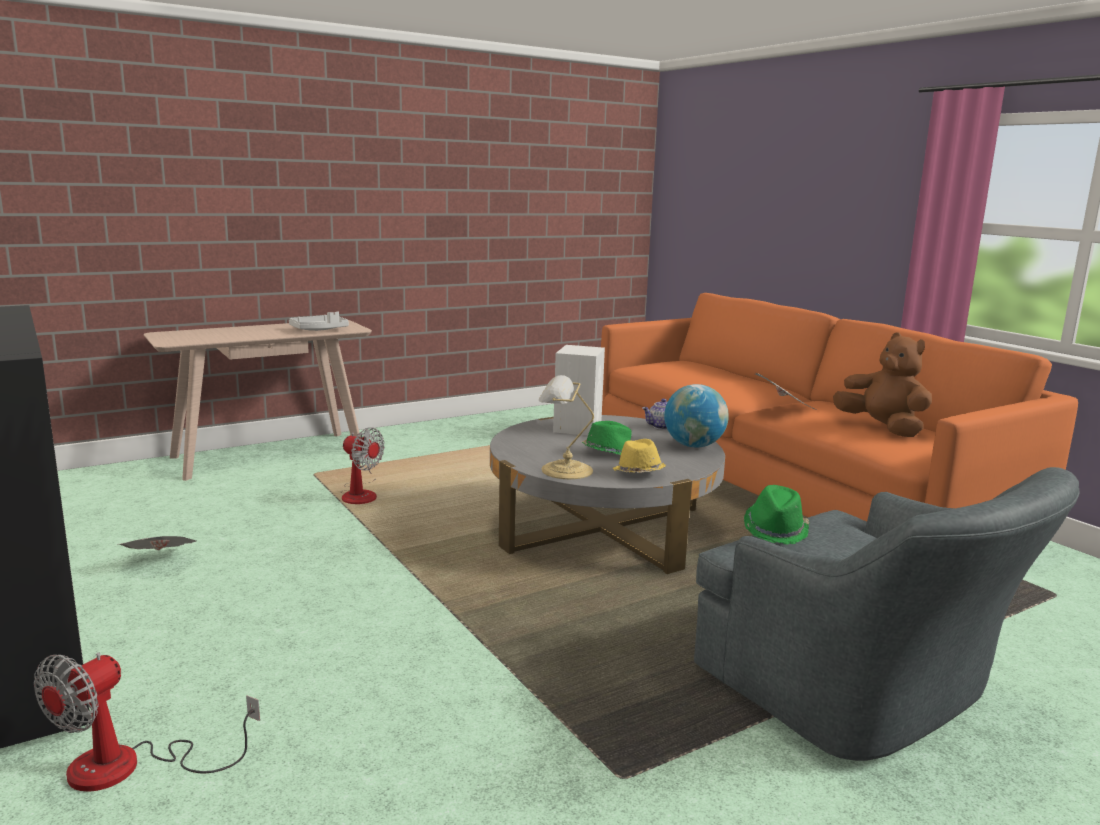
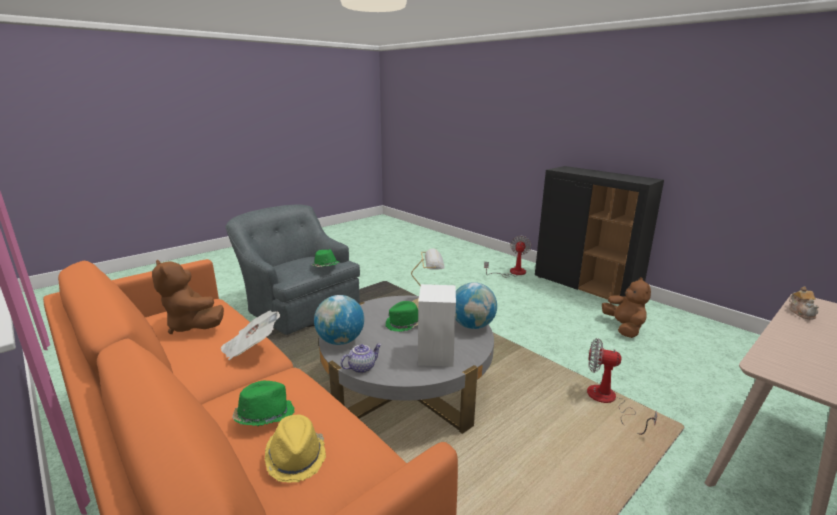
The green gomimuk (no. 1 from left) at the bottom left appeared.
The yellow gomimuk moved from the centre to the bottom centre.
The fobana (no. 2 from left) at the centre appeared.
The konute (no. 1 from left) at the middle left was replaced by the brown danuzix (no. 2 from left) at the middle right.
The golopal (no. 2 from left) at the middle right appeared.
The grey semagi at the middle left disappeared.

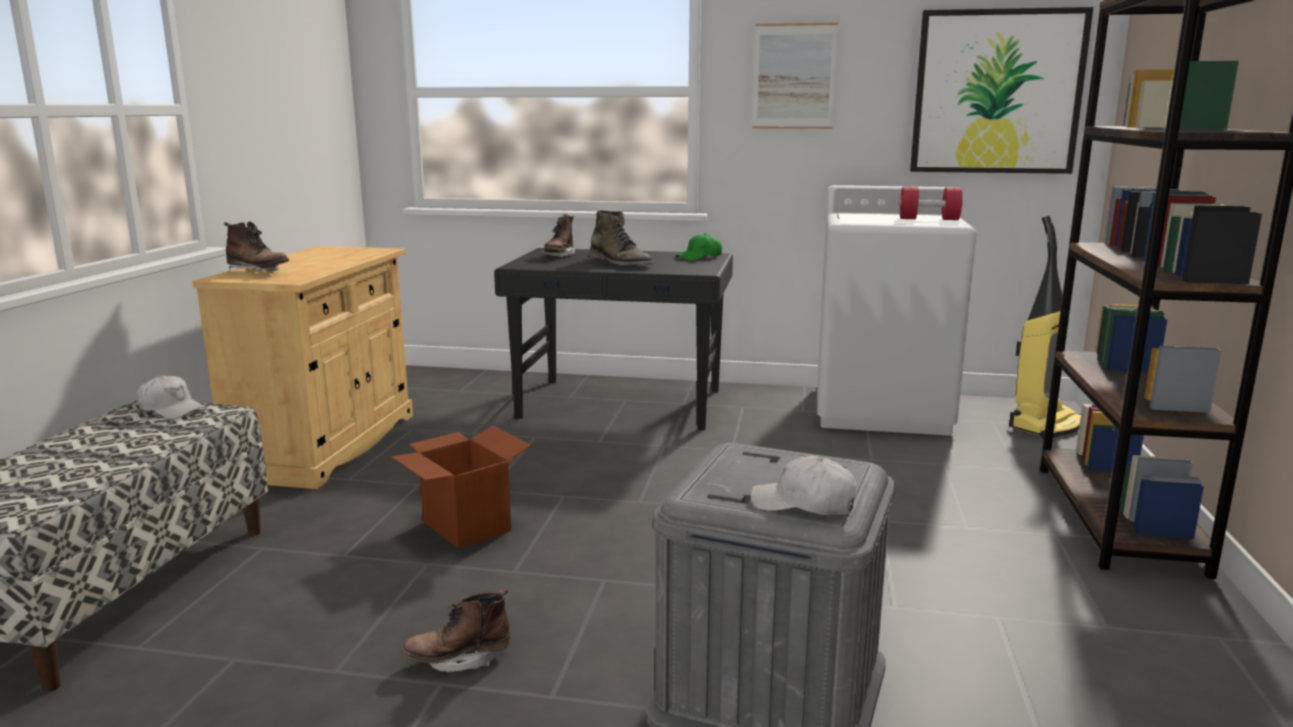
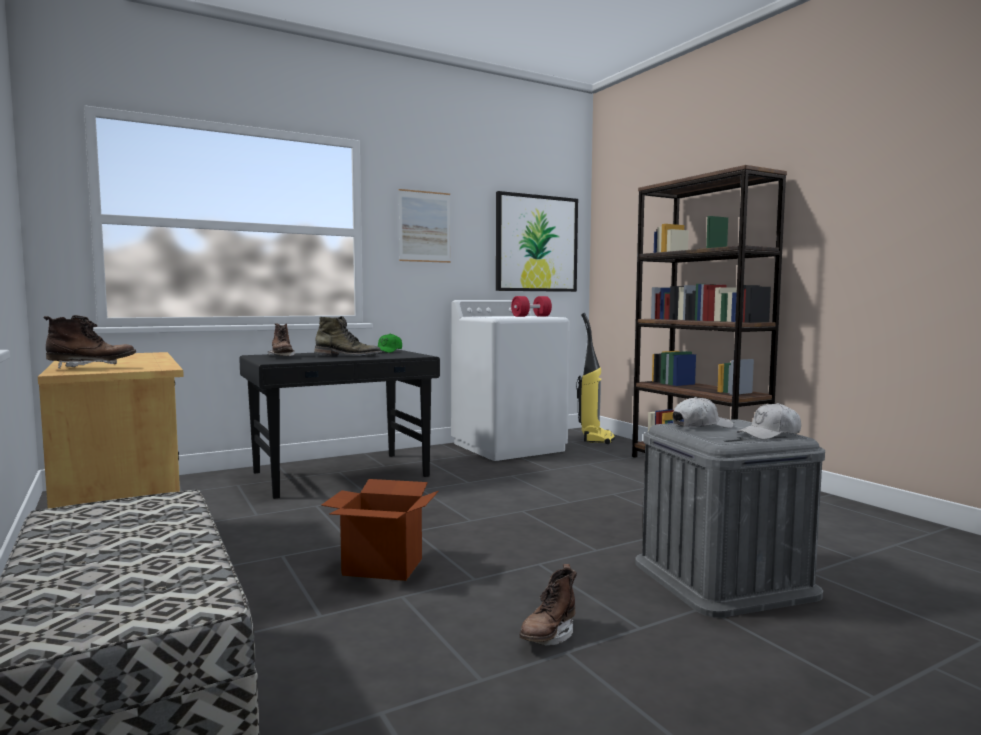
The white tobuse (no. 1 from left) moved from the middle left to the middle right.

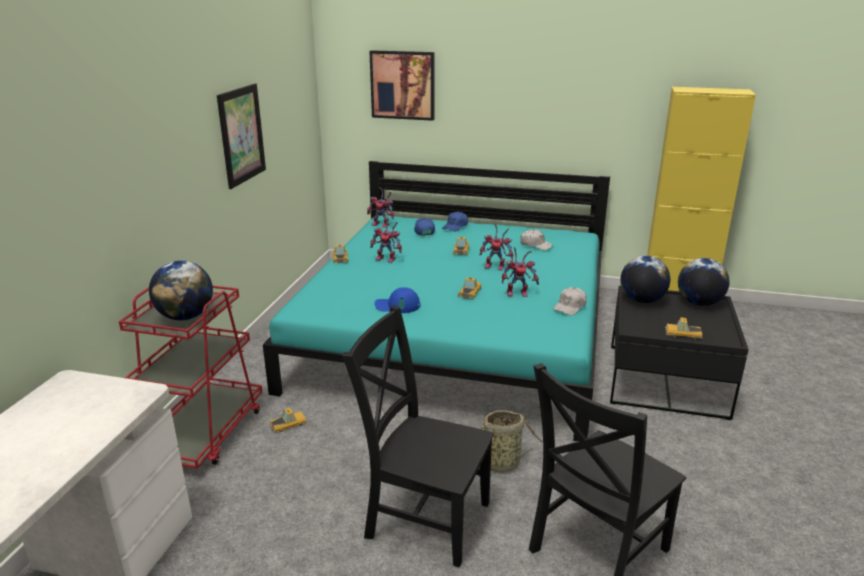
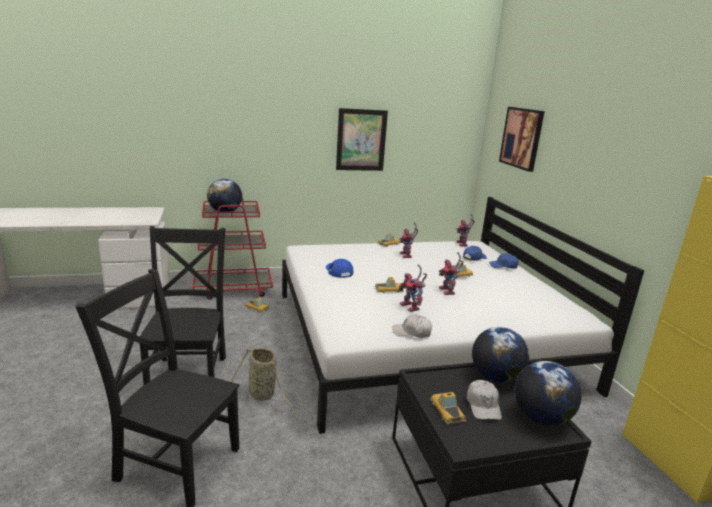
The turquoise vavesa at the centre became the white vavesa at the centre.
The white tobuse (no. 1 from left in the first image) moved from the centre to the bottom right.

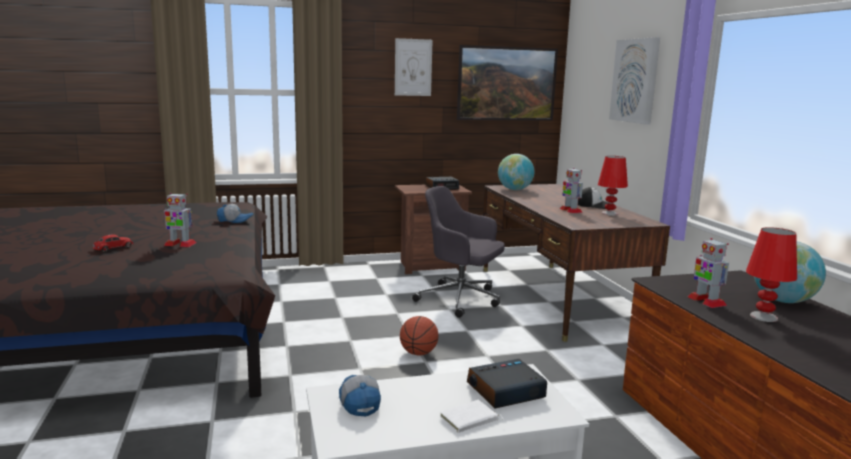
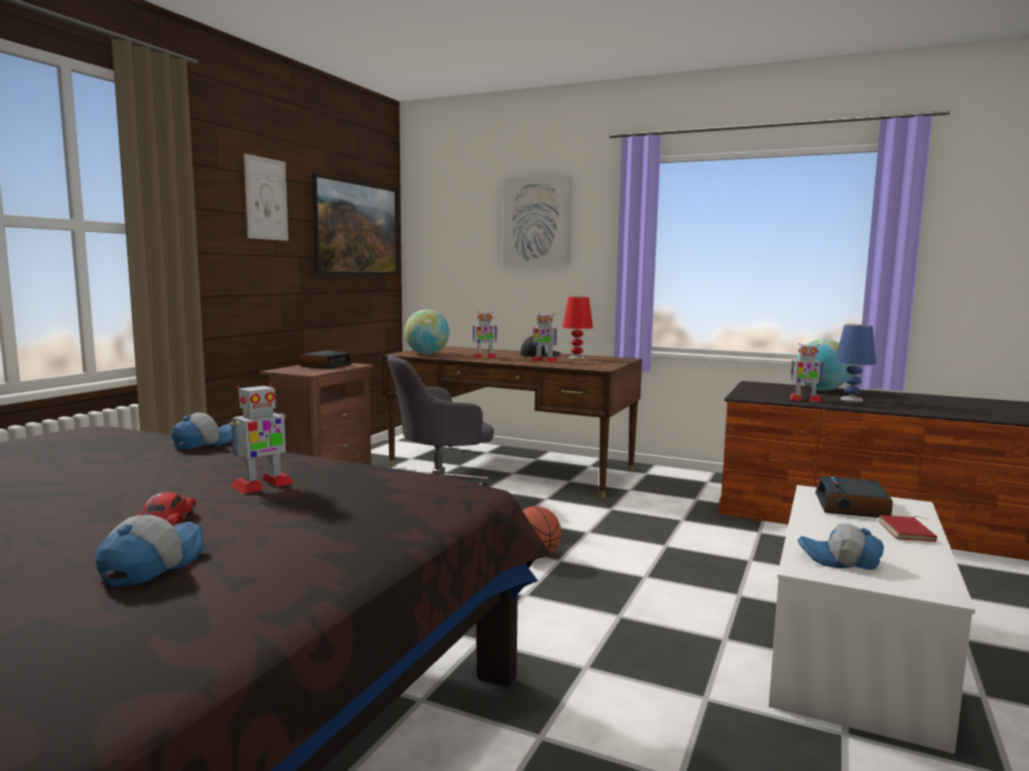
The tobuse (no. 1 from left) at the bottom left appeared.
The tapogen (no. 2 from left) at the centre appeared.
The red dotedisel (no. 2 from left) at the middle right became the blue dotedisel at the middle right.
The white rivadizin at the bottom centre became the red rivadizin at the bottom right.

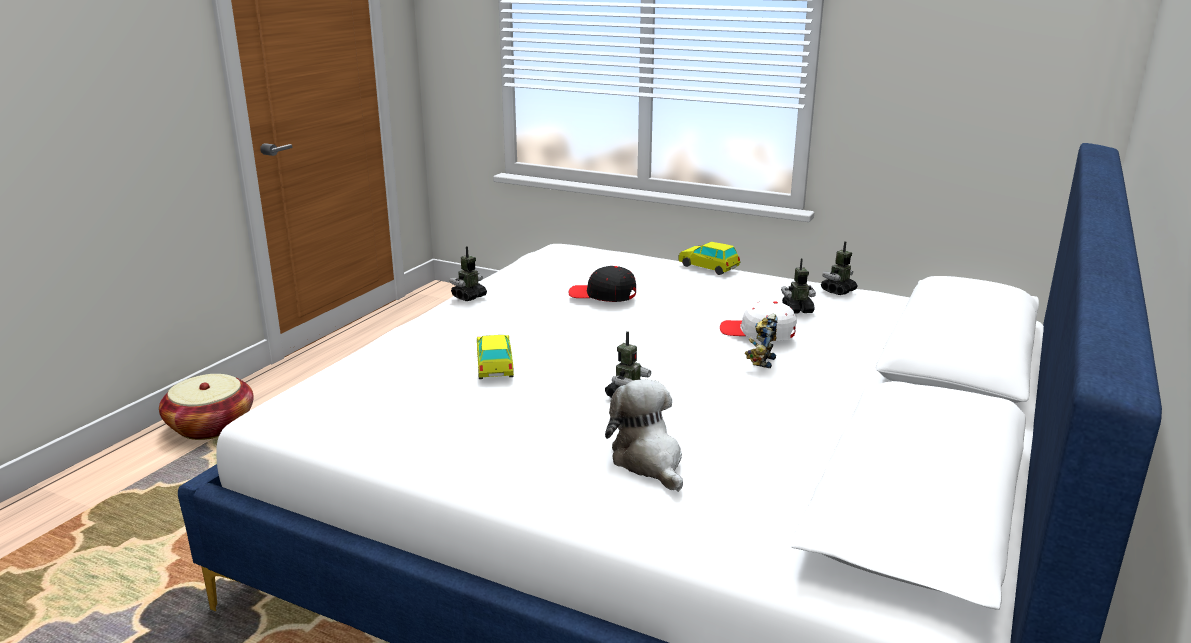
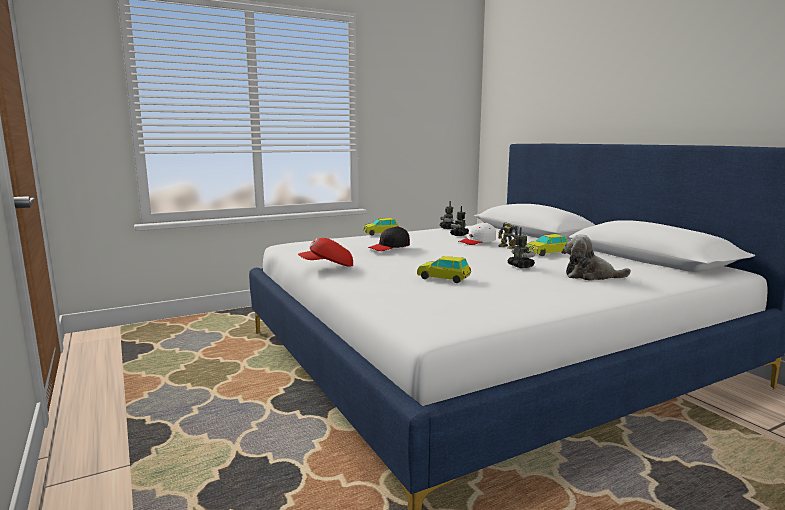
The tapogen (no. 1 from left) at the centre was replaced by the red tobuse at the centre.
The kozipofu (no. 3 from left) at the middle right appeared.
The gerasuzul at the middle left disappeared.

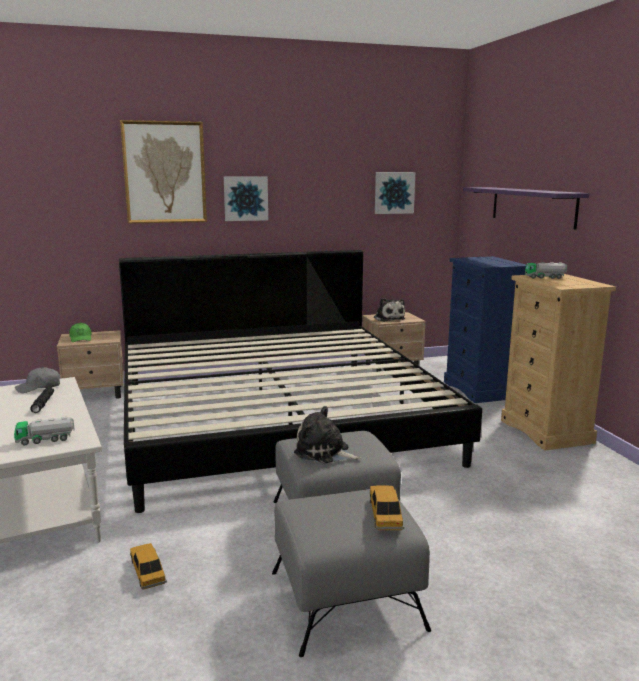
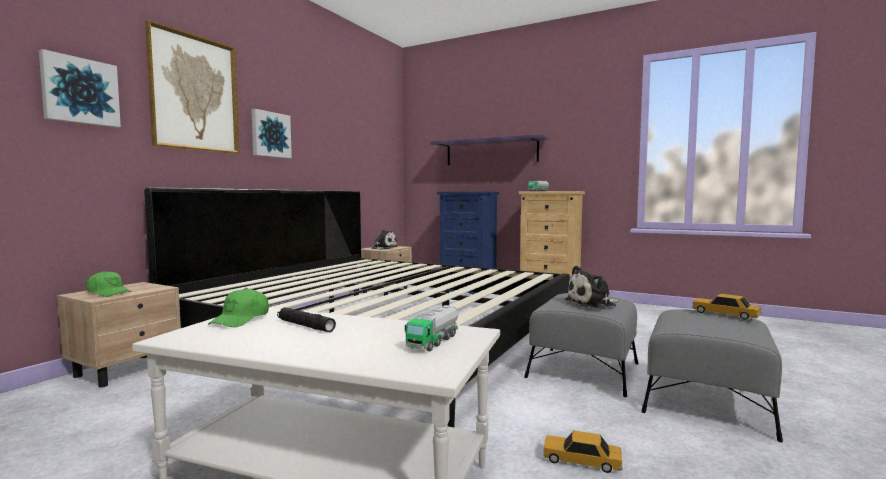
The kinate (no. 3 from left in the first image) moved from the top centre to the top left.
The grey tobuse at the middle left became the green tobuse (no. 2 from left) at the middle left.

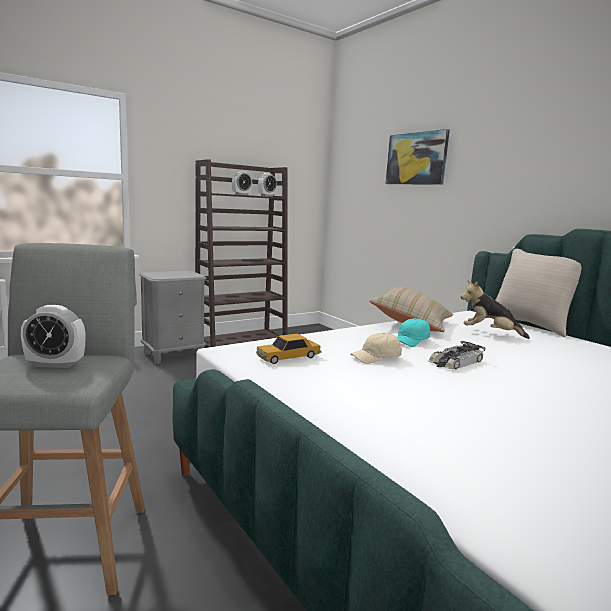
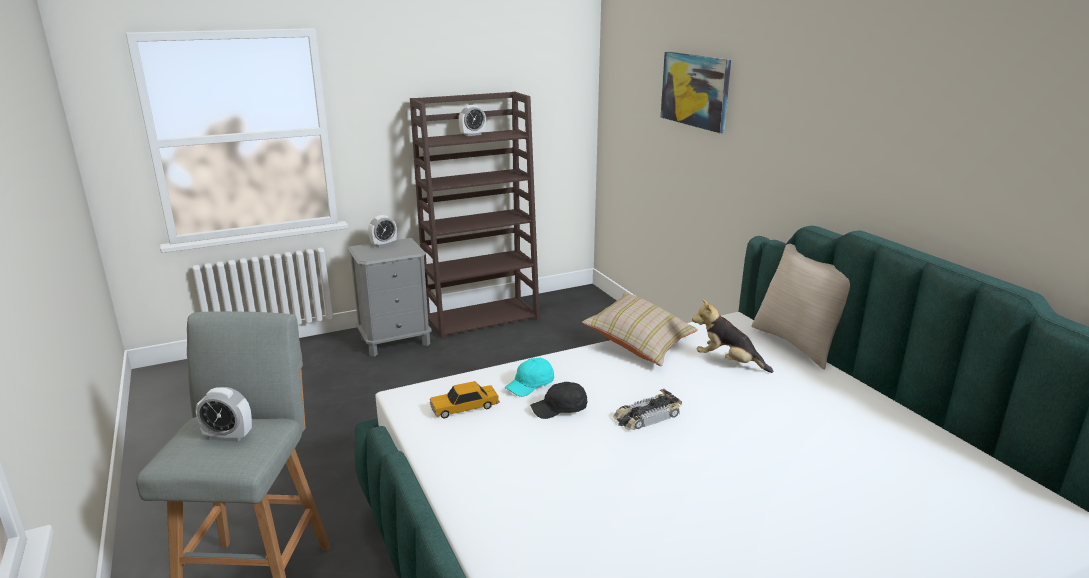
The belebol (no. 3 from left in the first image) moved from the top centre to the centre.
The turquoise tobuse moved from the middle right to the centre.
The beige tobuse at the centre became the black tobuse at the bottom centre.

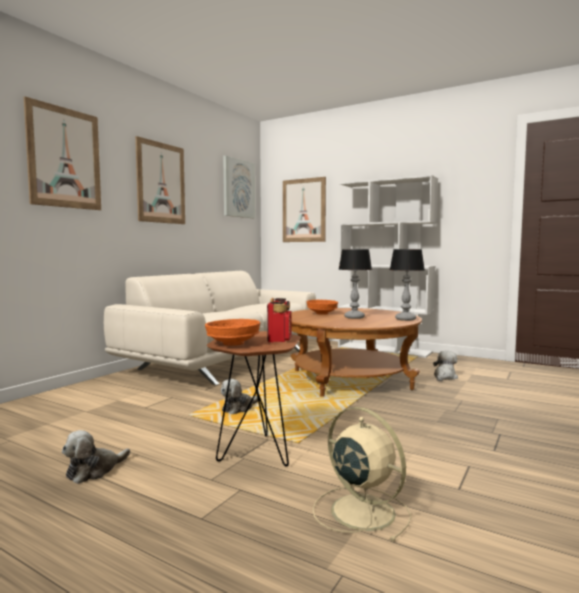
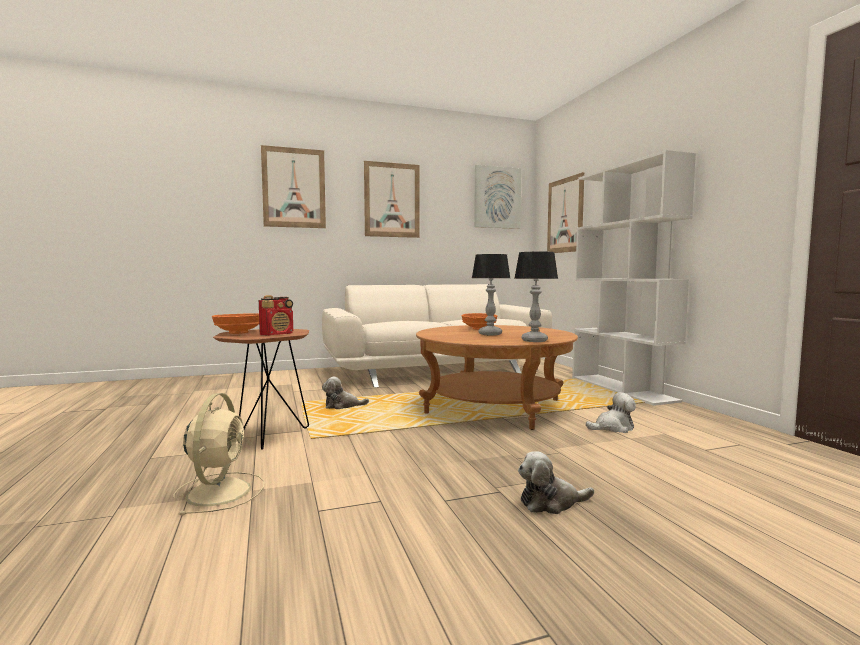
The danuzix (no. 1 from left in the first image) moved from the bottom left to the bottom centre.

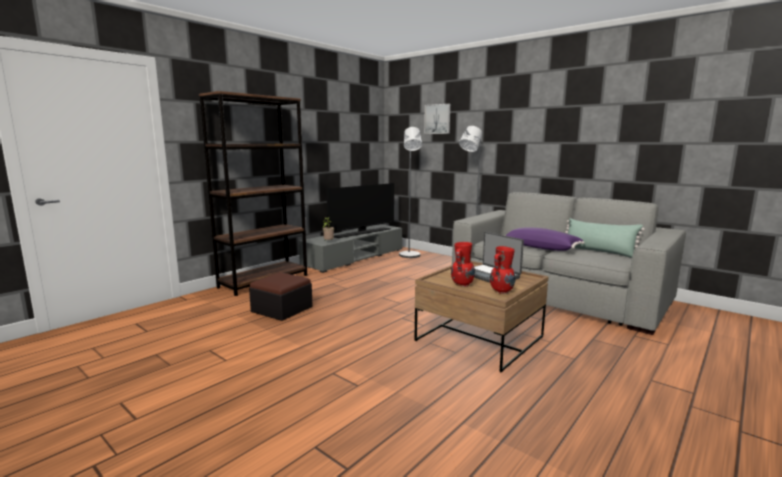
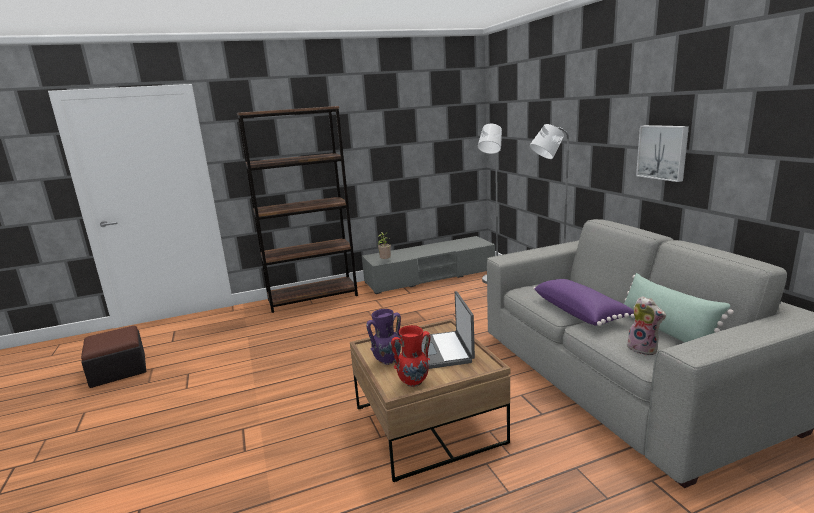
The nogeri moved from the centre to the bottom left.
The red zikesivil (no. 1 from left) at the centre became the purple zikesivil at the centre.
The danuzix at the middle right appeared.
The kinate moved from the top centre to the top right.
The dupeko at the centre disappeared.

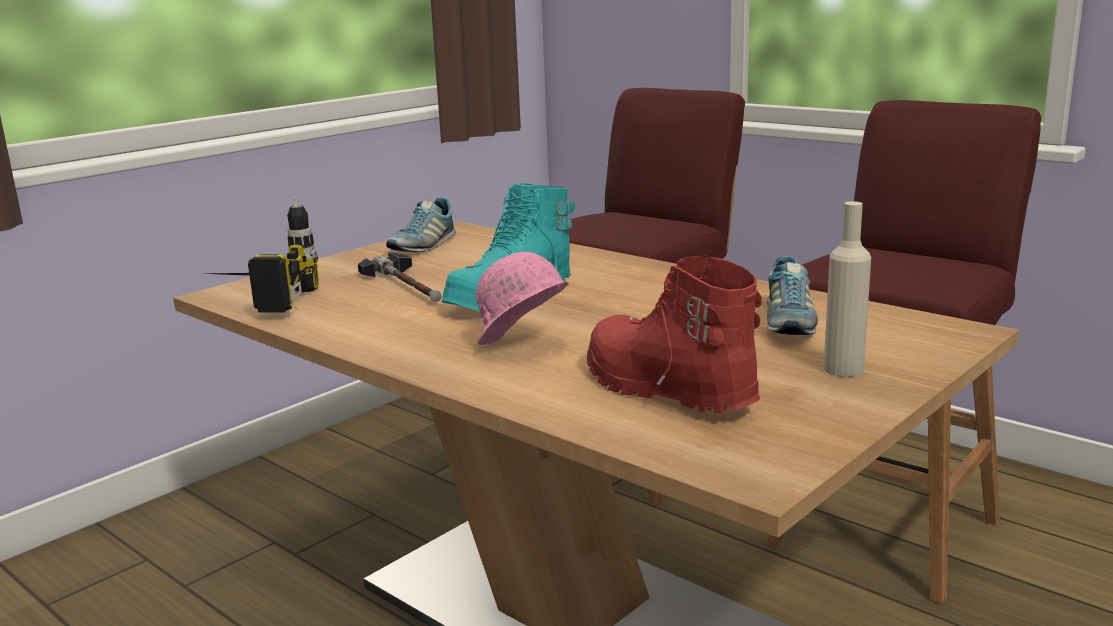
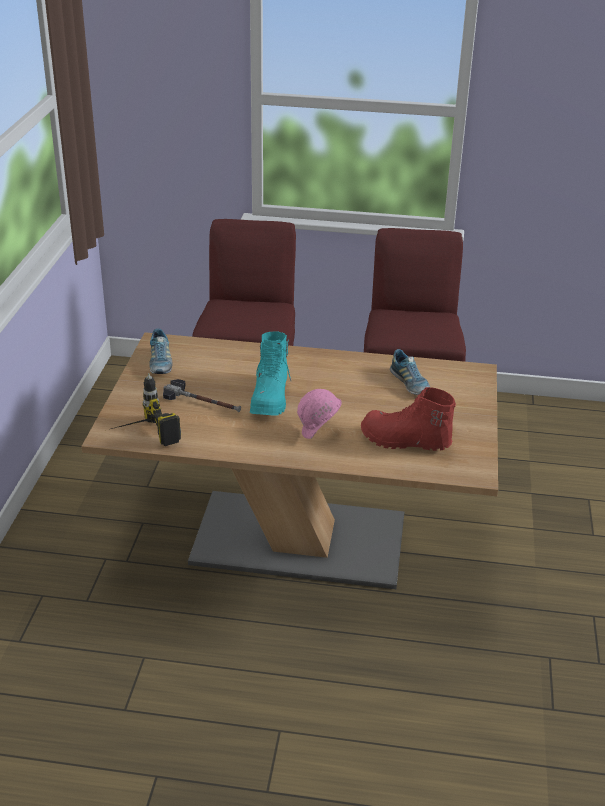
The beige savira at the middle right disappeared.

